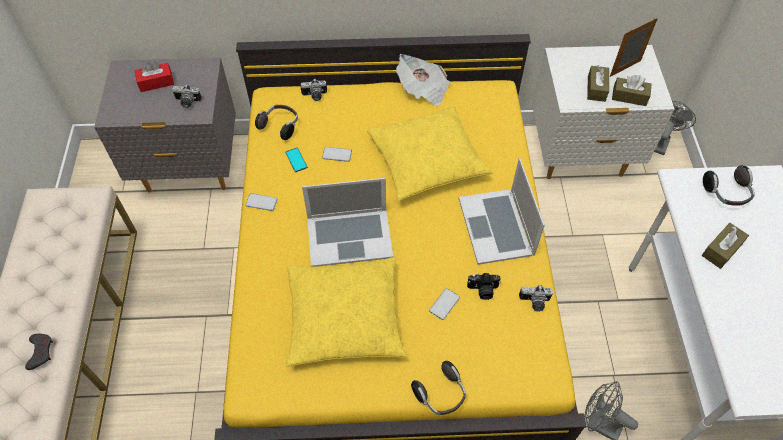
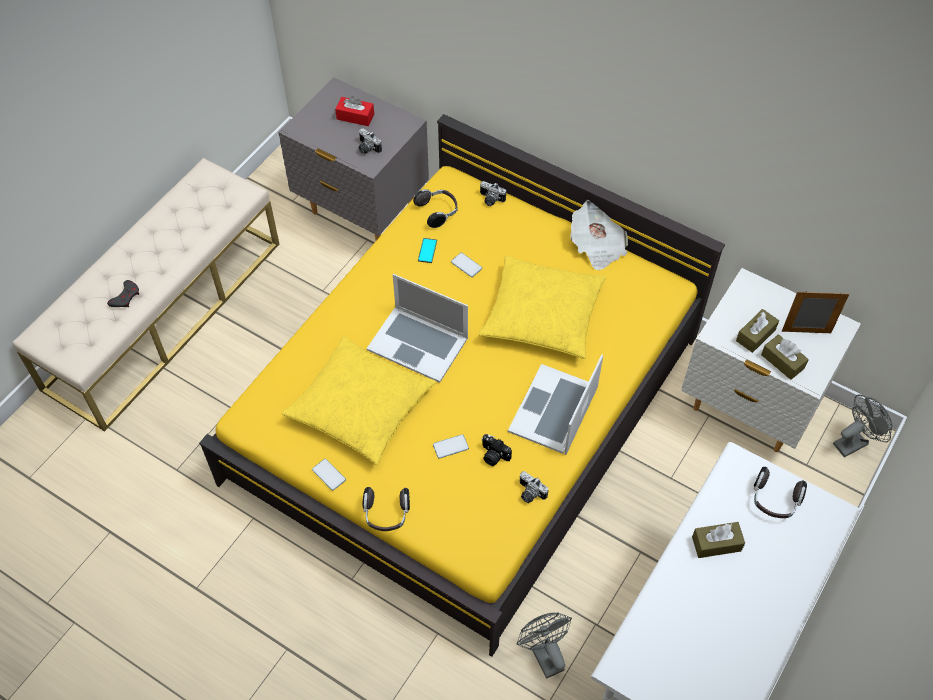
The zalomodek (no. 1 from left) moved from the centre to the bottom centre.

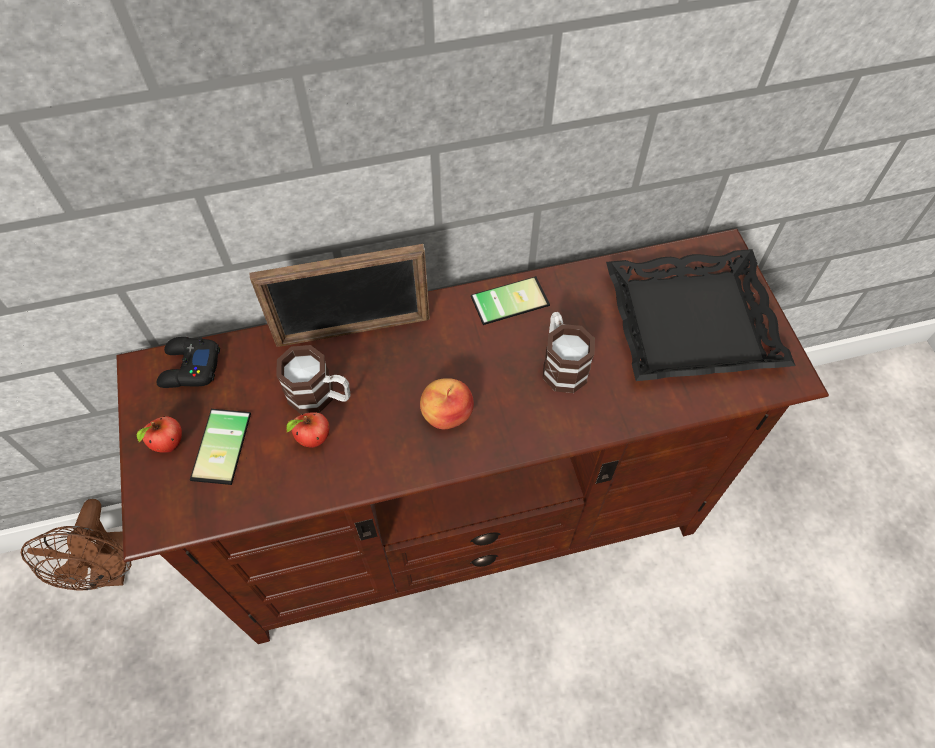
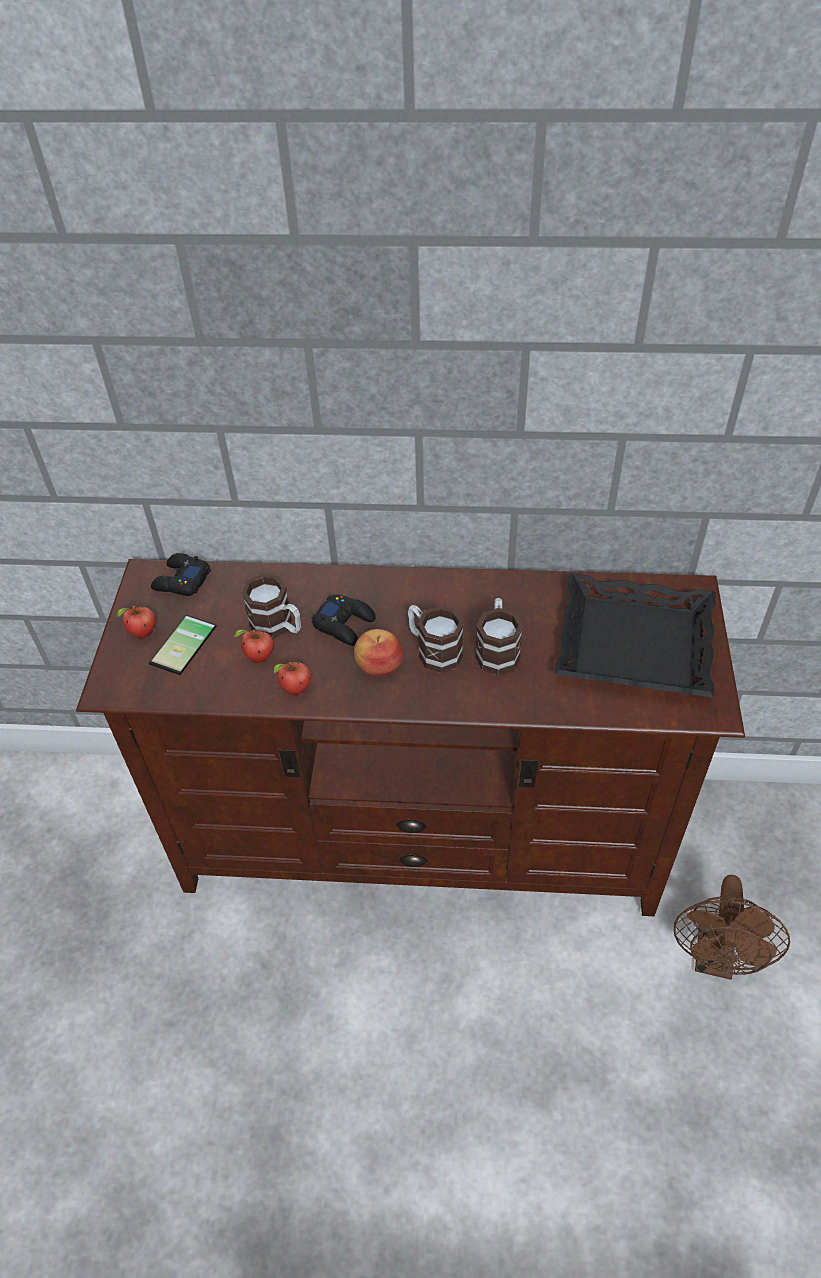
The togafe (no. 3 from left) at the centre appeared.
The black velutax (no. 2 from left) at the centre appeared.
The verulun (no. 2 from left) at the centre appeared.
The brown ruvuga moved from the bottom left to the bottom right.
The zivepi at the centre disappeared.
The zalomodek (no. 2 from left) at the centre disappeared.

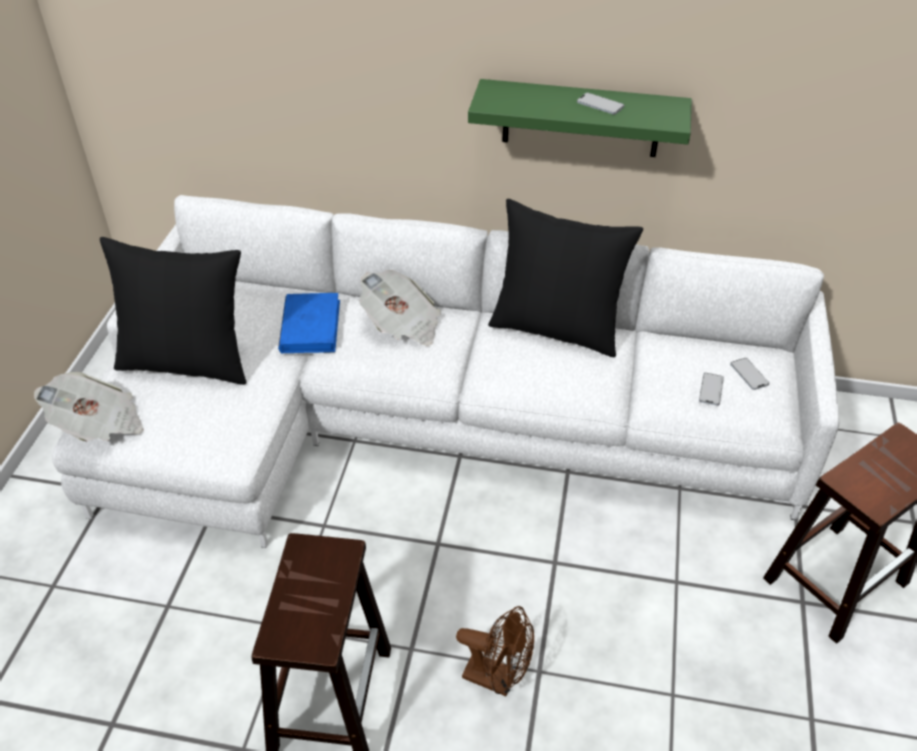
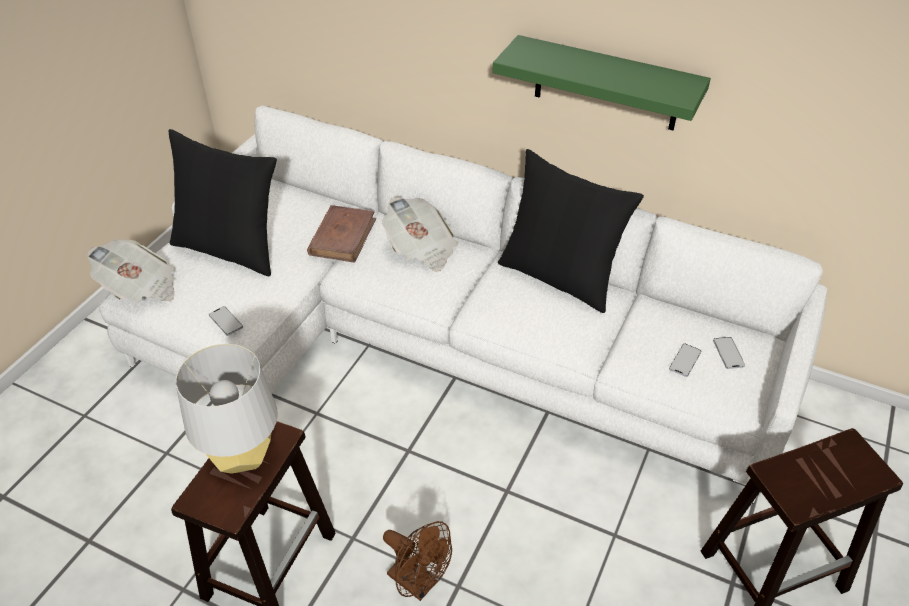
The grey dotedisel at the bottom left appeared.
The zalomodek (no. 1 from left) moved from the top centre to the middle left.
The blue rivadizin at the centre became the brown rivadizin at the centre.

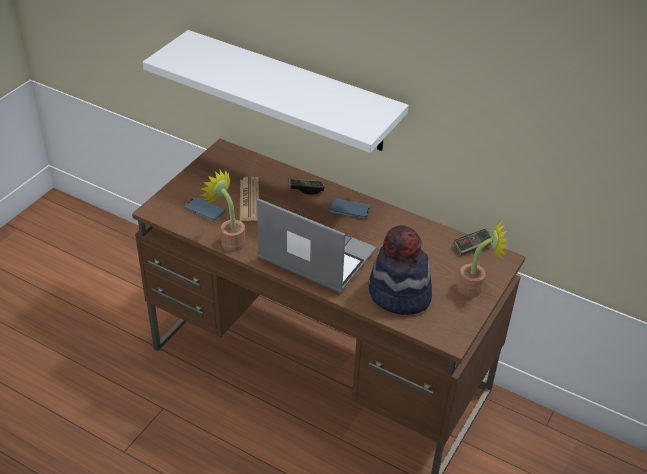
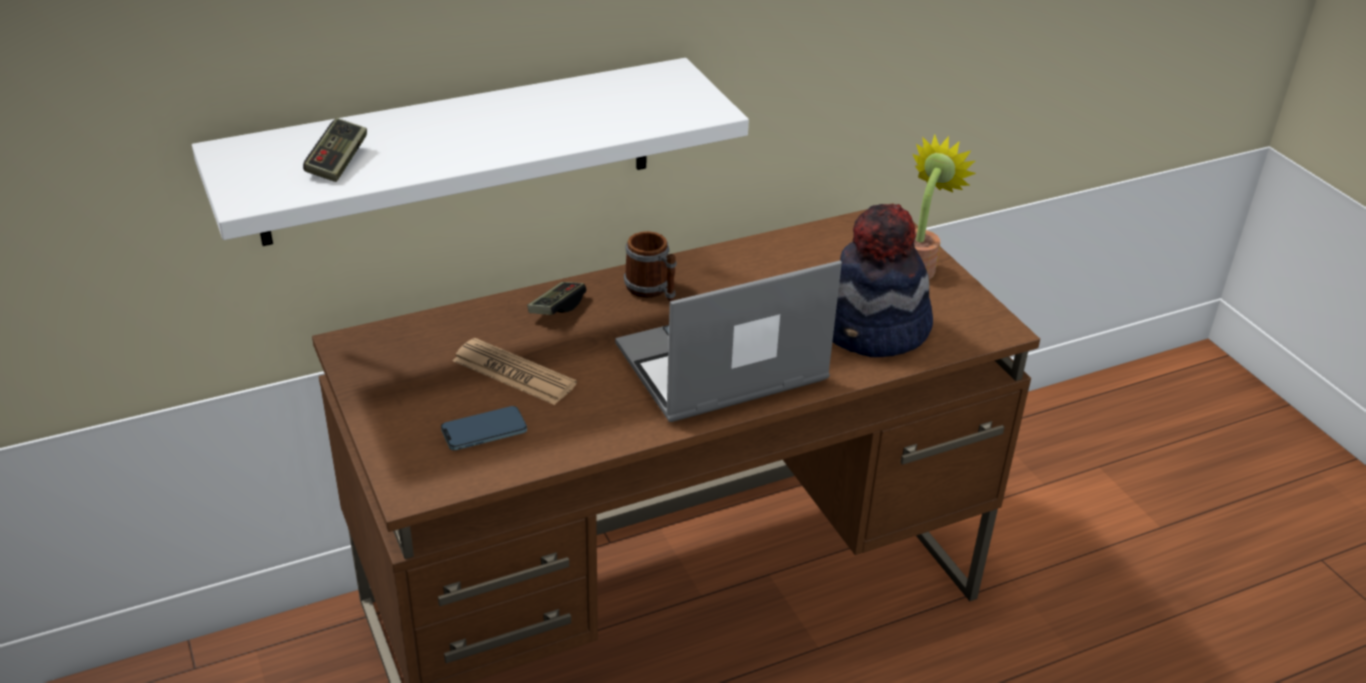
The velutax (no. 2 from left in the first image) moved from the middle right to the top left.
The zalomodek (no. 2 from left) at the centre was replaced by the verulun at the centre.
The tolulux (no. 1 from left) at the centre disappeared.

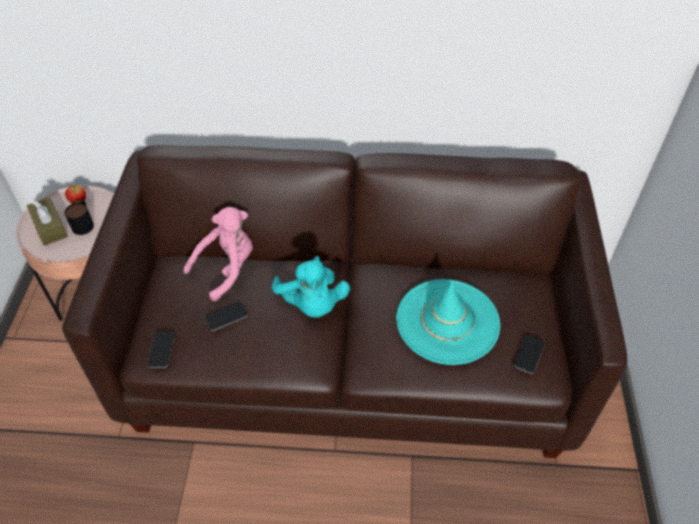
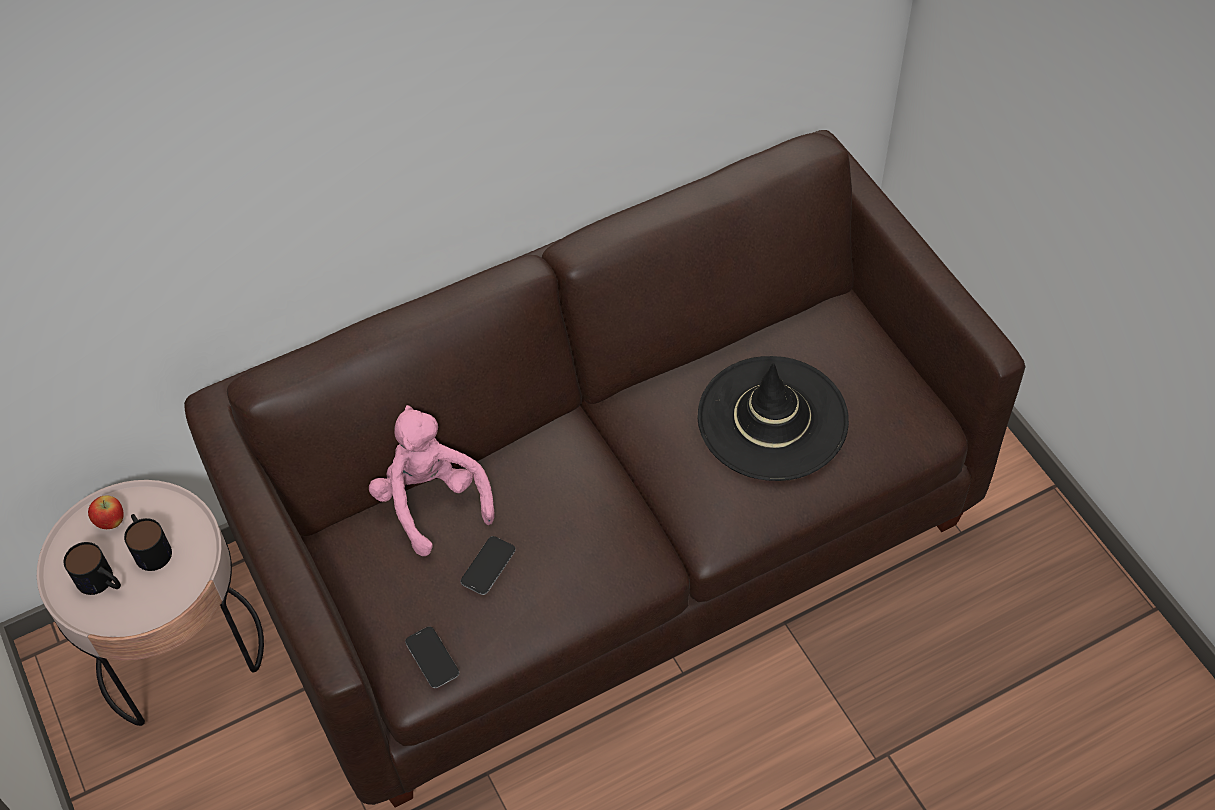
The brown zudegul at the middle left was replaced by the verulun (no. 1 from left) at the bottom left.
The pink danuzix at the middle left turned 45 degrees counterclockwise.
The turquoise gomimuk at the centre became the black gomimuk at the centre.
The turquoise danuzix at the centre disappeared.
The zalomodek (no. 3 from left) at the bottom right disappeared.

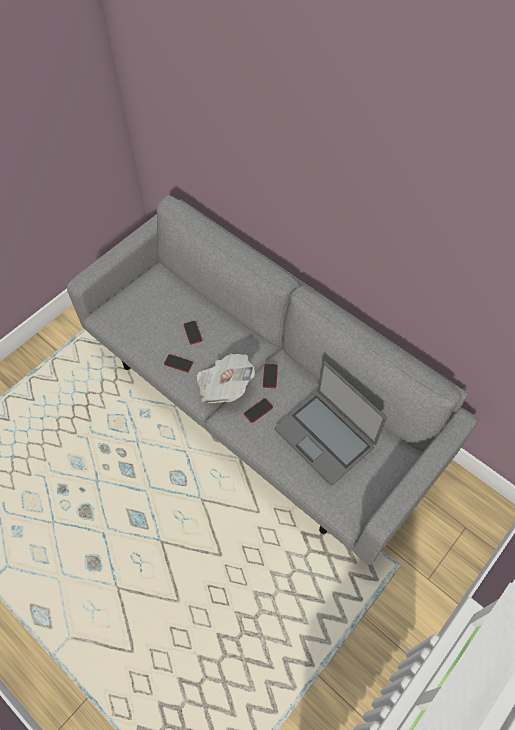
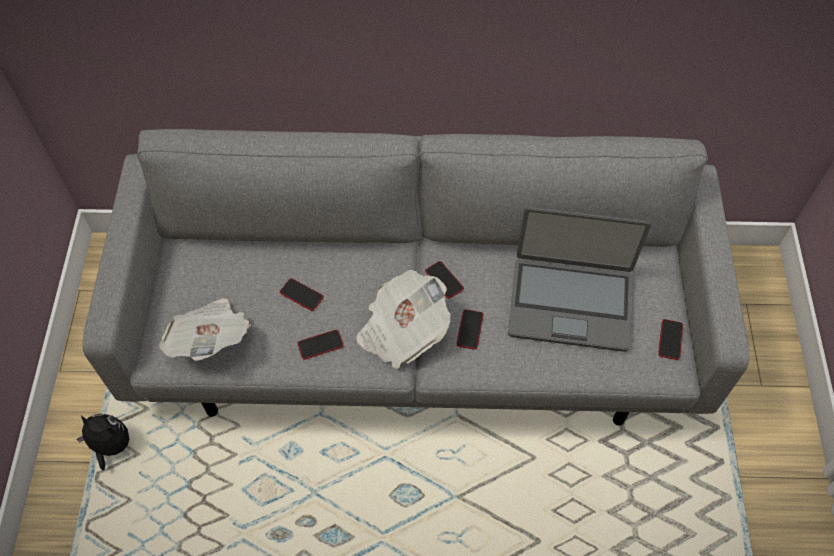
The danuzix at the bottom left appeared.
The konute (no. 1 from left) at the middle left appeared.
The zalomodek (no. 5 from left) at the middle right appeared.

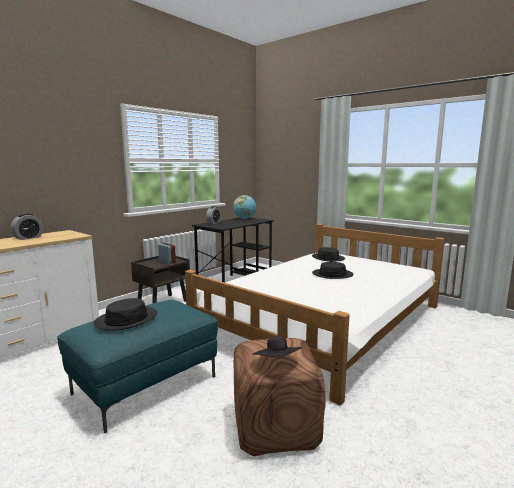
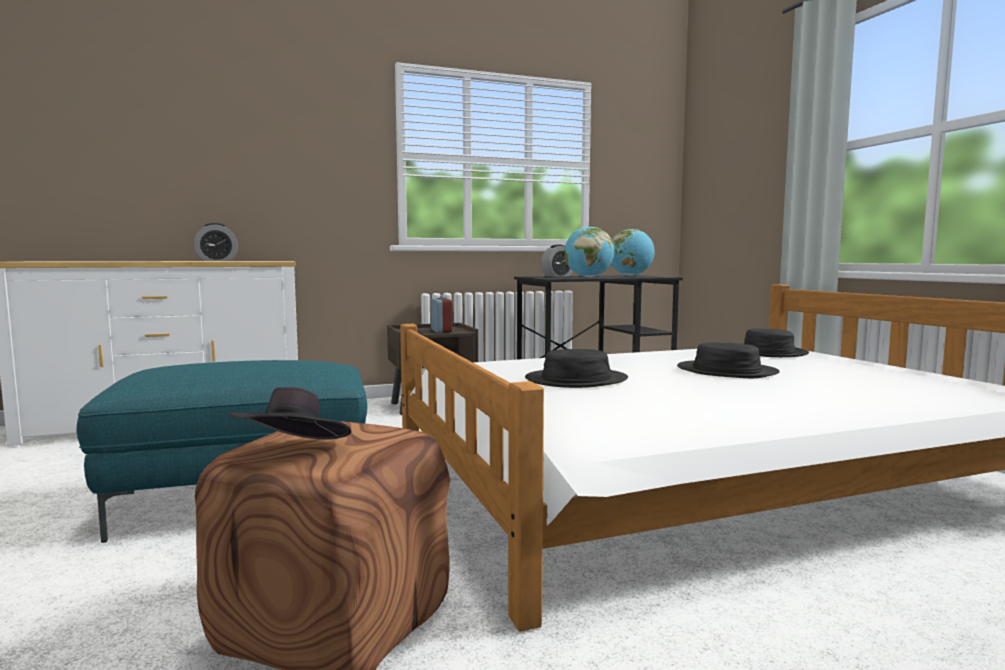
The black gomimuk (no. 1 from left in the first image) moved from the middle left to the centre.
The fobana (no. 1 from left) at the centre appeared.

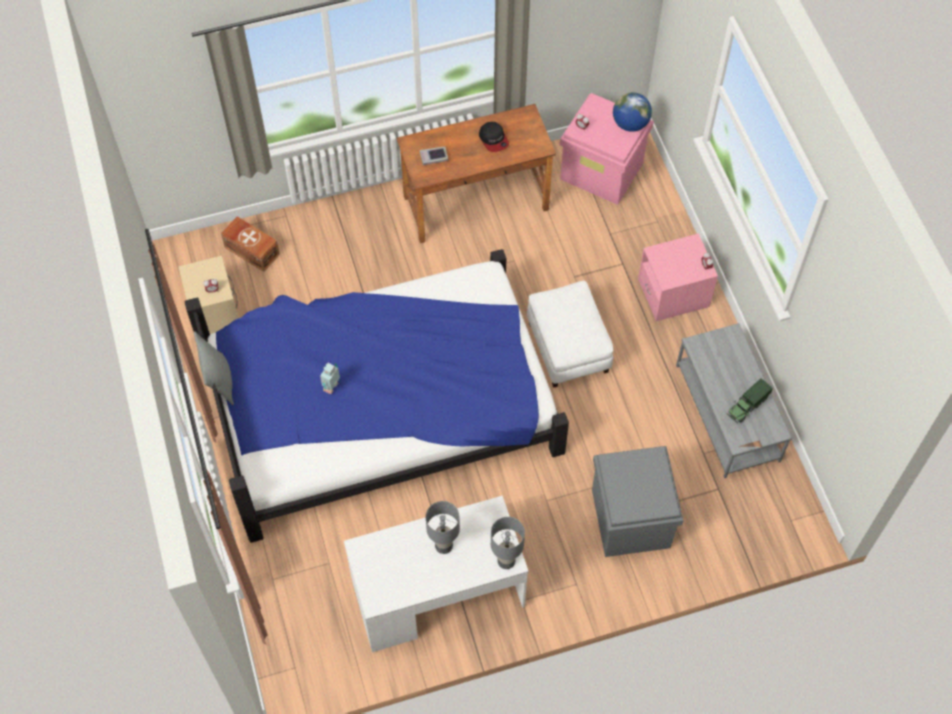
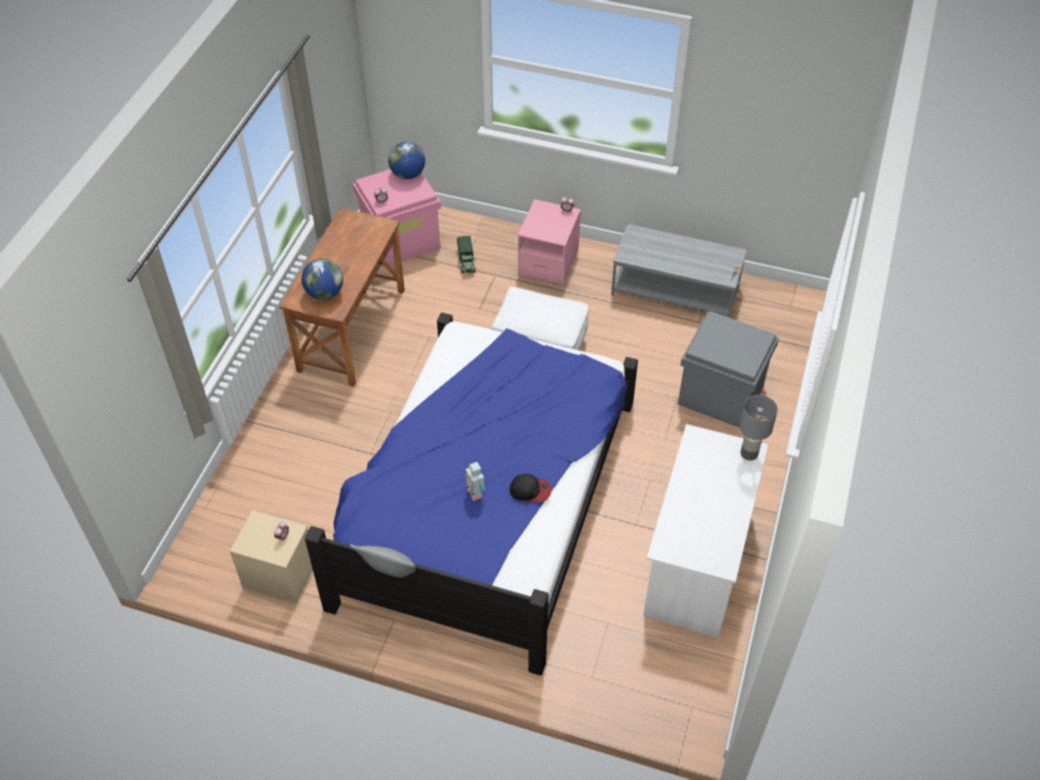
The rivadizin at the top centre was replaced by the fobana (no. 1 from left) at the middle left.
The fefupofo moved from the middle right to the top centre.
The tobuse moved from the top centre to the centre.
The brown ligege at the middle left disappeared.
The grey dotedisel (no. 1 from left) at the bottom centre disappeared.

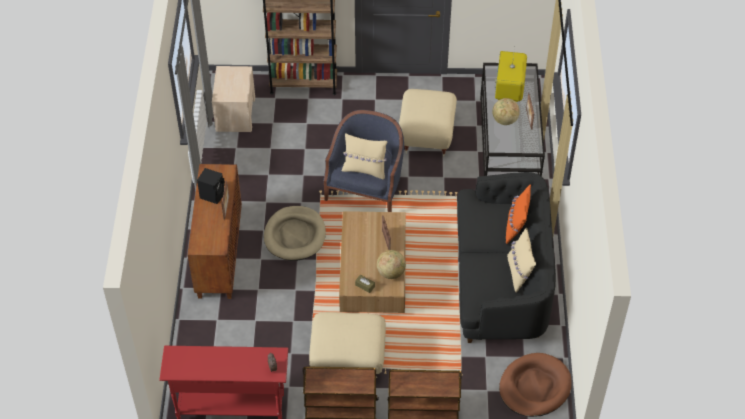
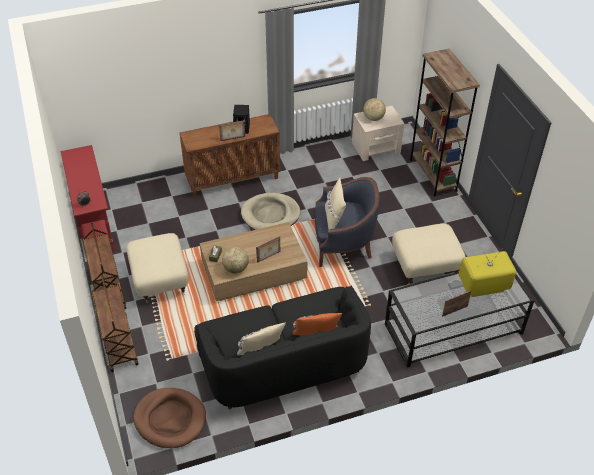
The fobana (no. 2 from left) moved from the top right to the top centre.

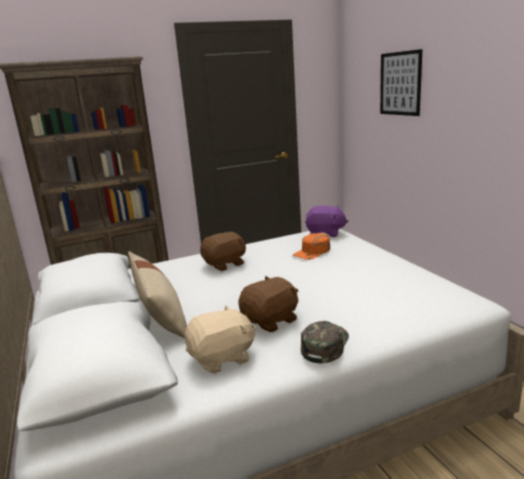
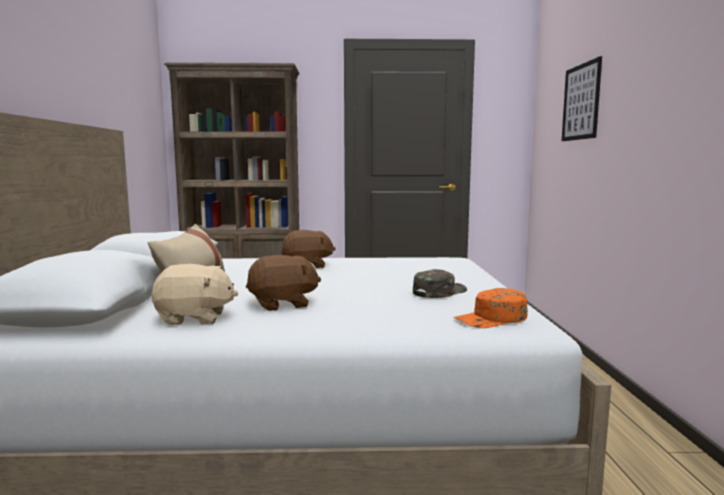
The green tobuse moved from the bottom centre to the centre.
The orange tobuse moved from the centre to the middle right.
The purple danuzix at the centre disappeared.

